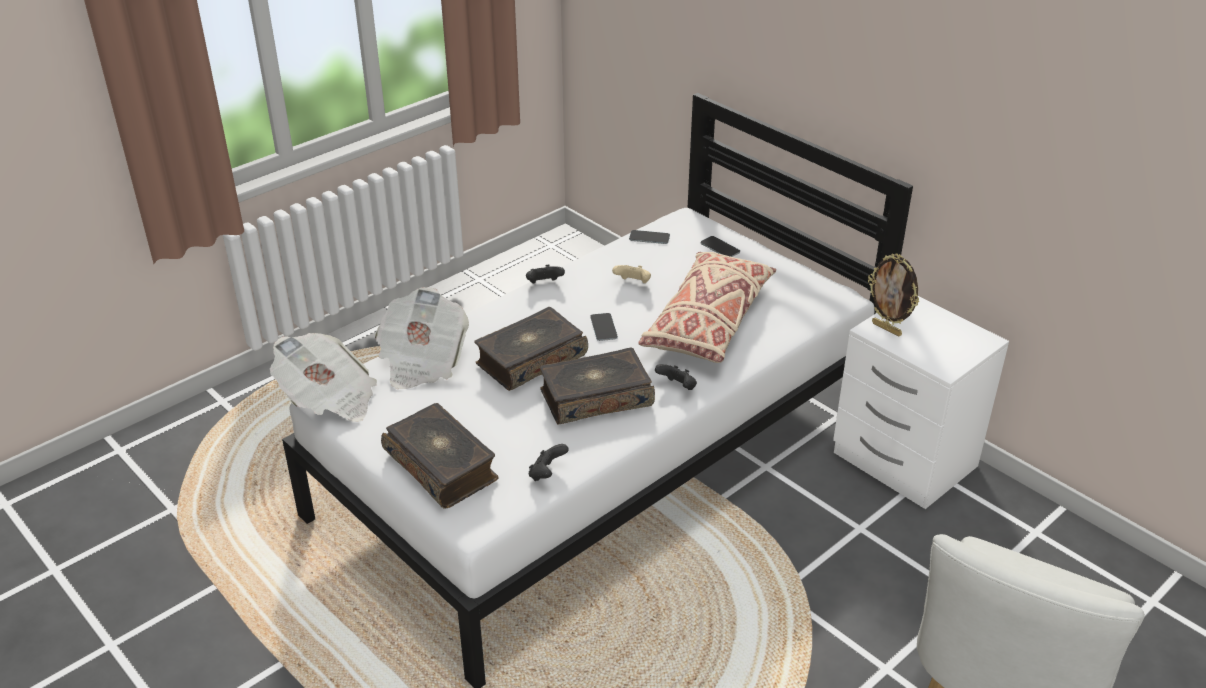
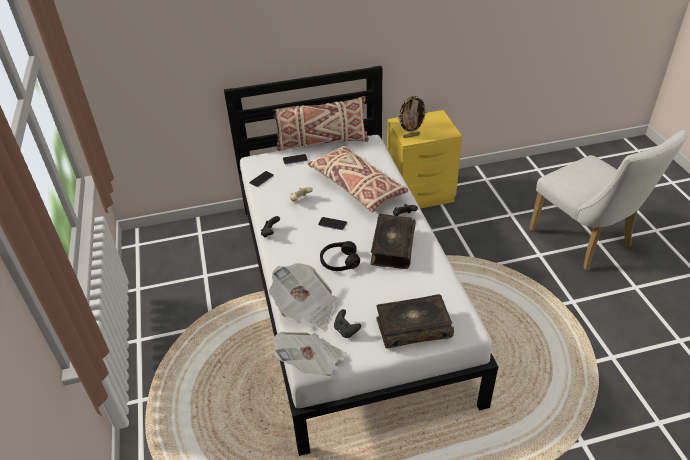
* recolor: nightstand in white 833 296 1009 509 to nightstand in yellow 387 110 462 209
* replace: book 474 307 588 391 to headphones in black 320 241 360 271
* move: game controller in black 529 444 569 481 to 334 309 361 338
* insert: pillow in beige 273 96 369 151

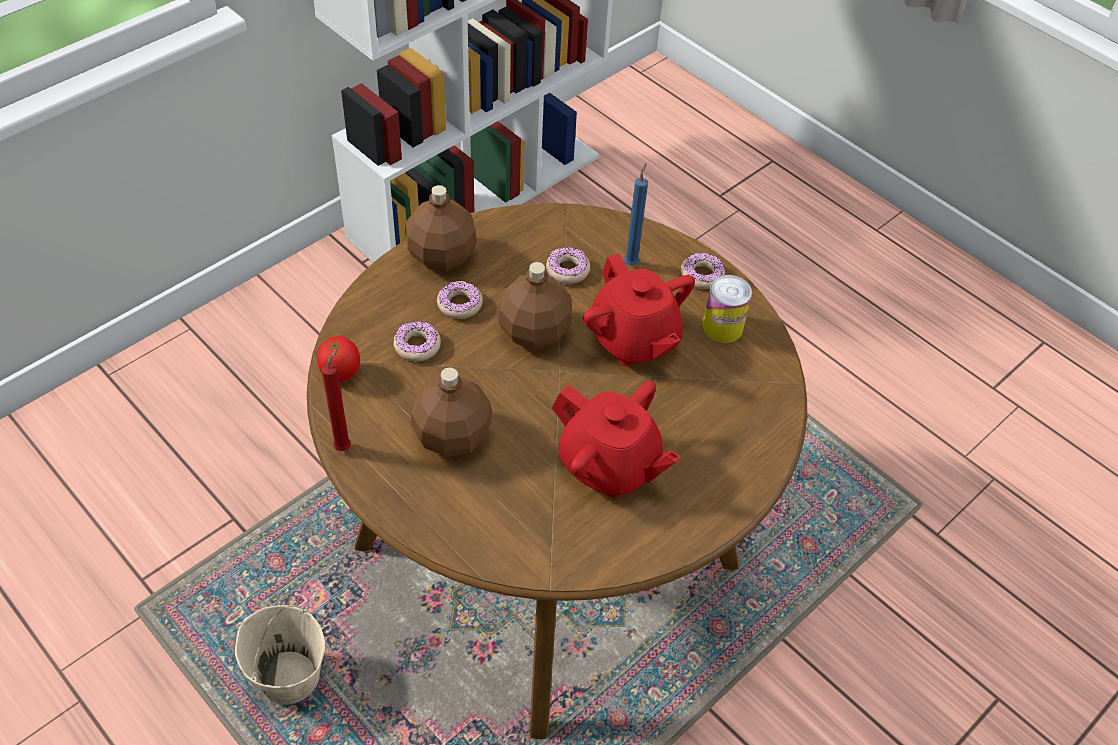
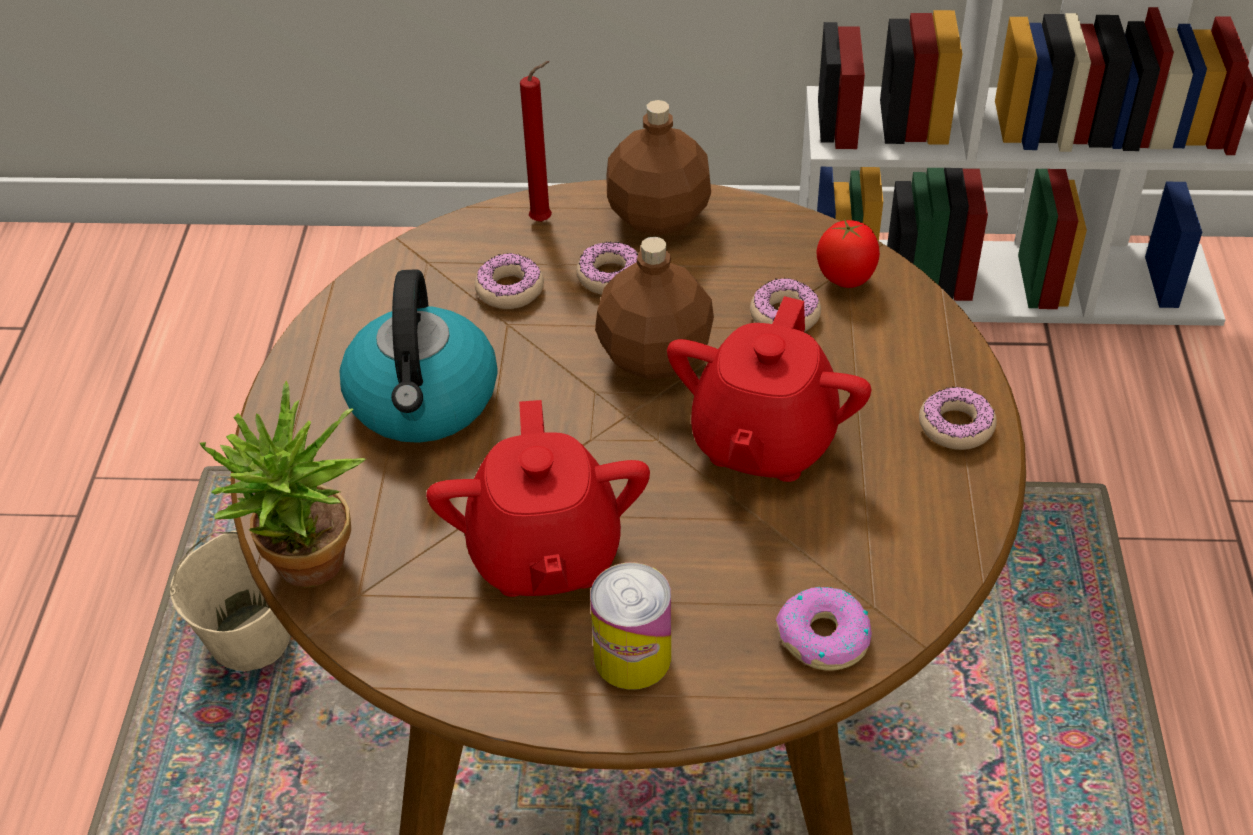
* delete: candle in blue 624 163 648 265
* move: can 702 275 752 343 to 590 562 671 690
* move: tomato 317 336 360 381 to 816 219 880 288
* move: candle in red 322 348 351 451 to 520 61 552 222
* replace: bottle in brown 410 367 492 457 to kettle 340 269 497 443
* insert: potted plant 200 380 366 588
* insert: donut 776 587 872 671

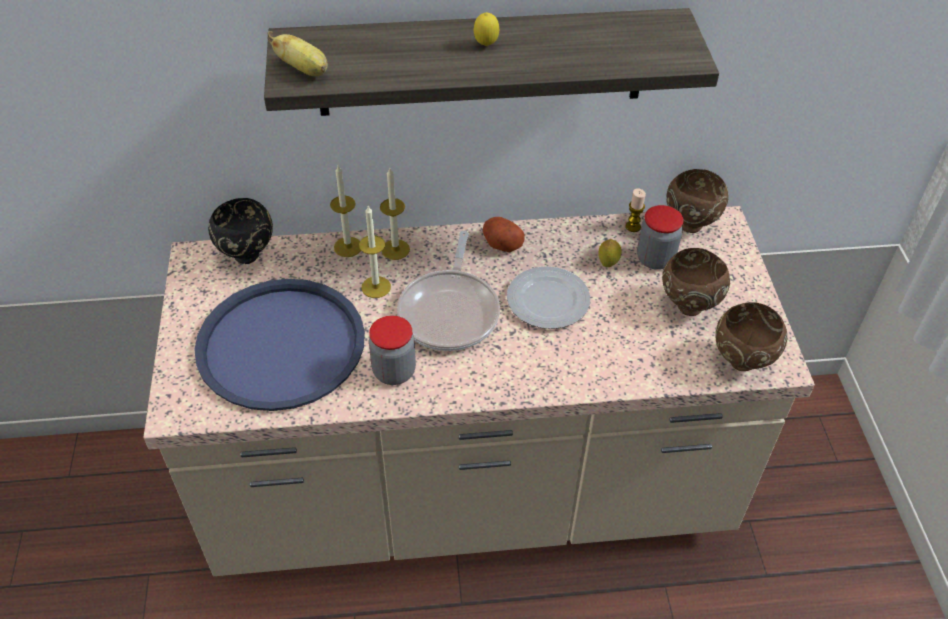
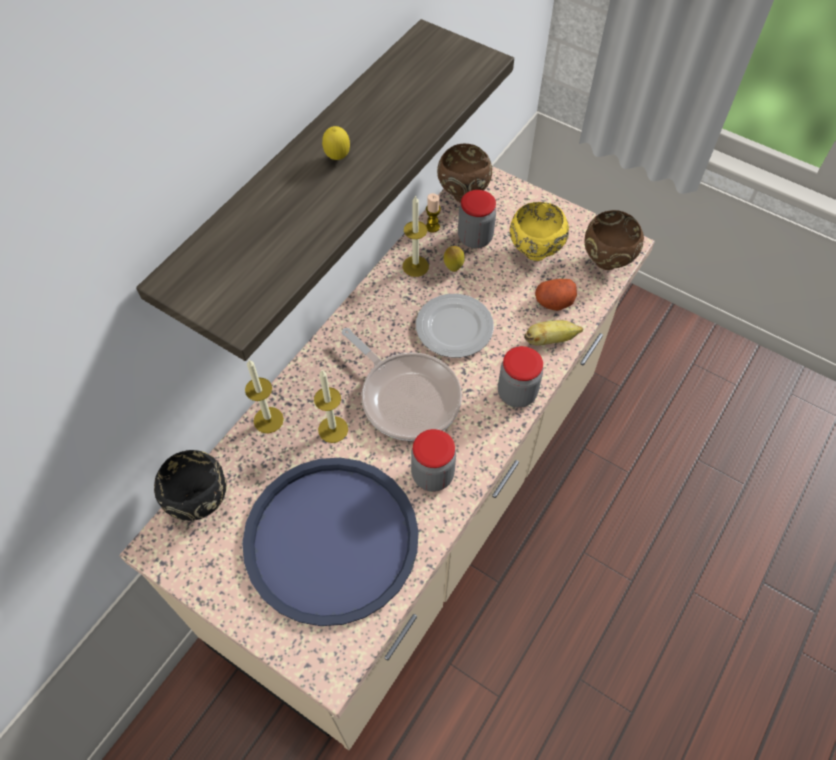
* move: banana 267 31 328 76 to 524 320 584 346
* move: candle 380 168 410 260 to 403 195 429 277
* move: potato 483 217 525 252 to 535 279 577 311
* recolor: bowl in brown 662 248 730 316 to bowl in yellow 510 202 569 261
* insert: jar 498 346 543 408

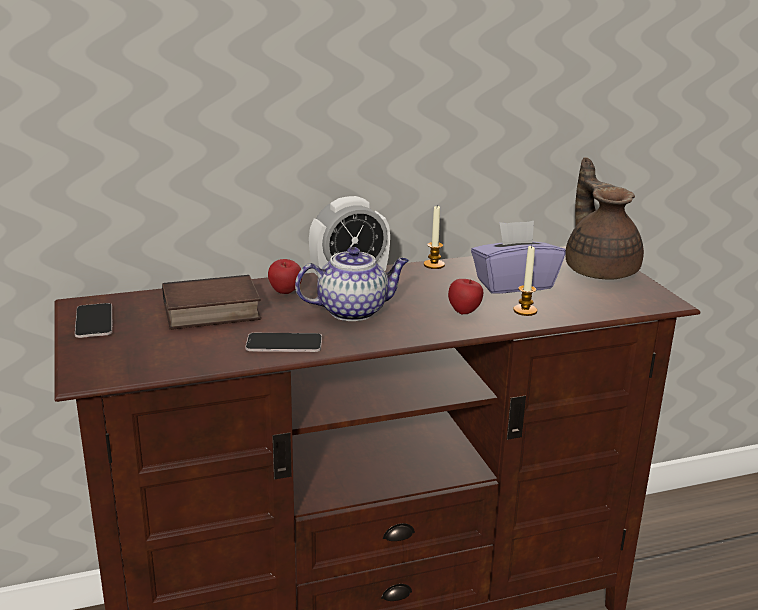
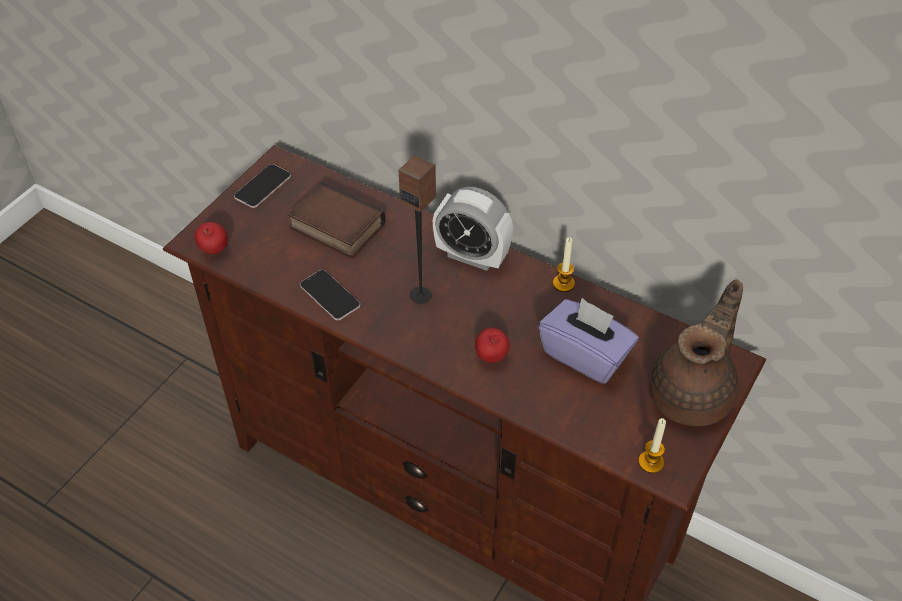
* move: candle 513 245 537 316 to 638 418 666 473
* replace: teapot 295 247 409 321 to speaker 399 155 436 304
* move: apple 268 259 302 294 to 194 222 228 254

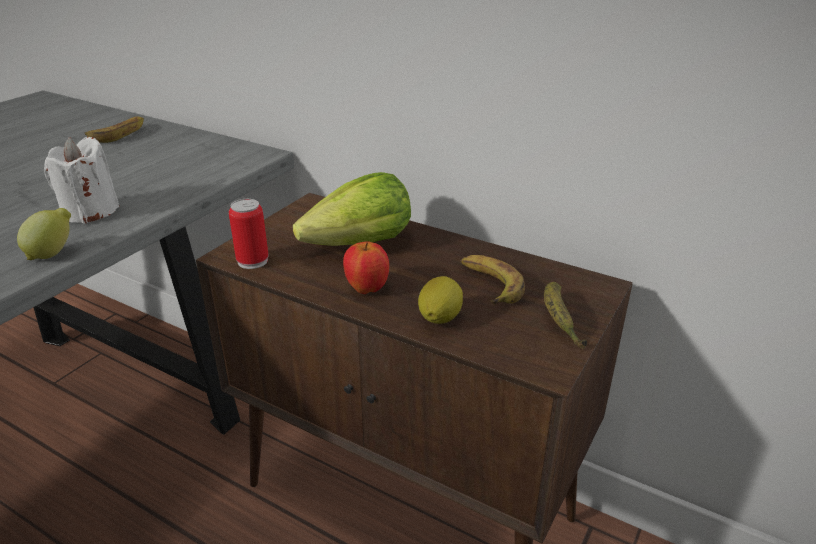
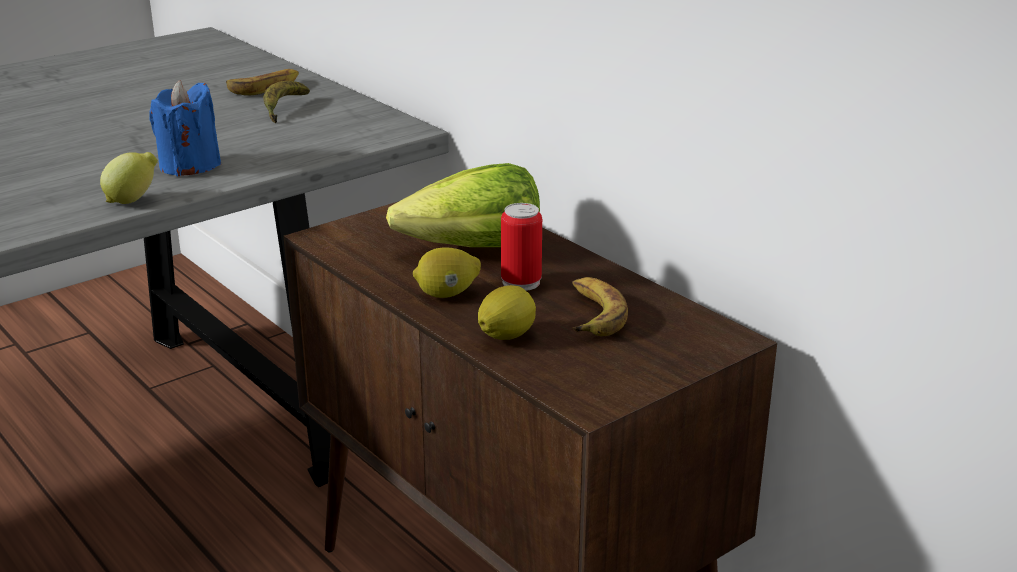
* recolor: candle in white 44 137 120 224 to candle in blue 150 80 221 176
* move: can 229 199 269 269 to 501 203 542 291
* replace: apple 343 241 389 294 to lemon 413 248 481 298
* move: banana 544 282 587 349 to 263 81 310 123

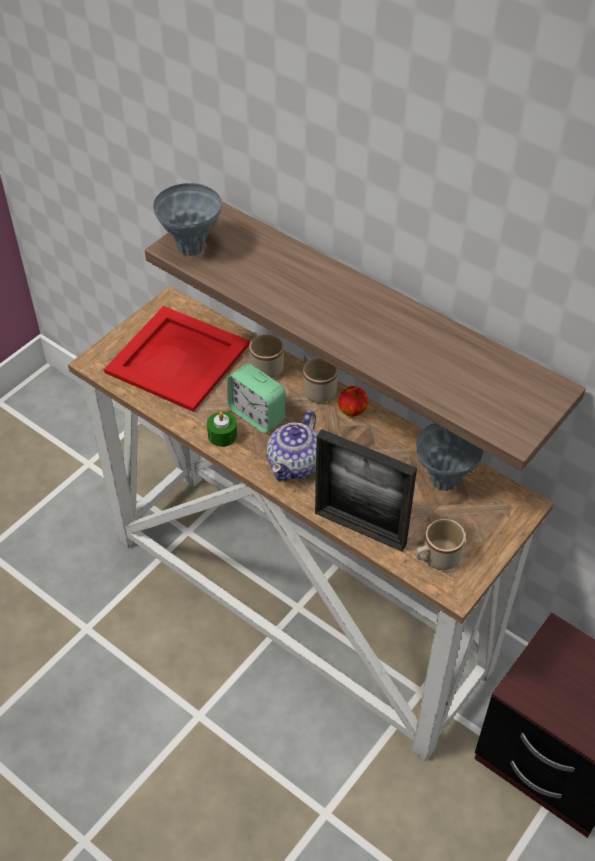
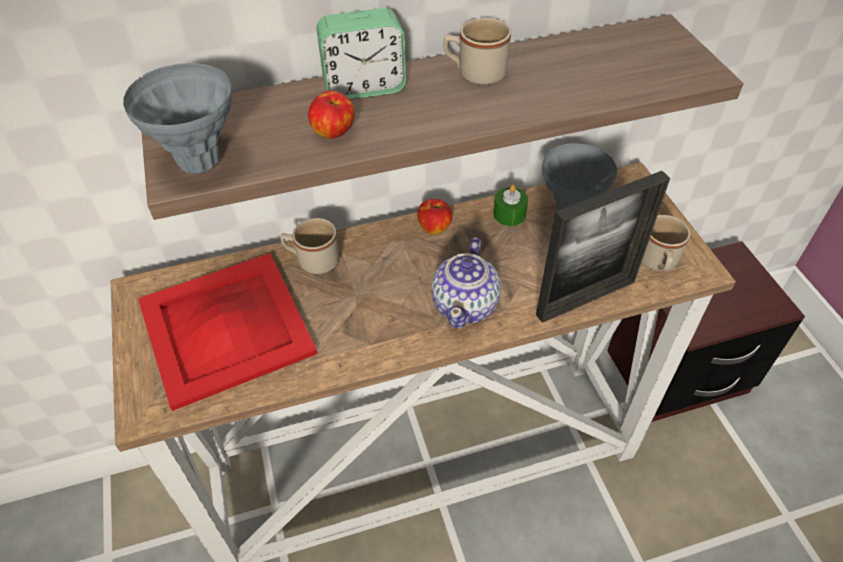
* move: mug in beige 303 355 338 403 to 444 18 511 85
* move: alarm clock 227 363 286 434 to 316 8 406 99
* rotate: teapot 267 410 318 482 = 431 237 501 329 45 degrees clockwise
* move: candle in green 207 412 237 447 to 493 185 528 226
* insert: apple 308 91 355 139

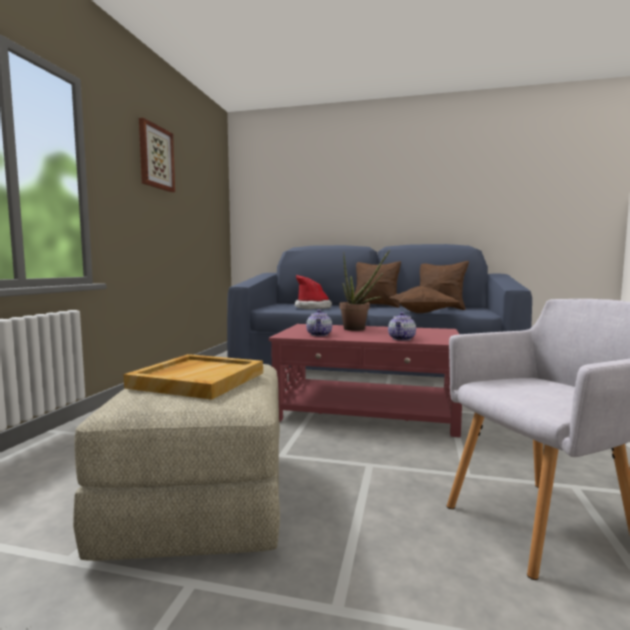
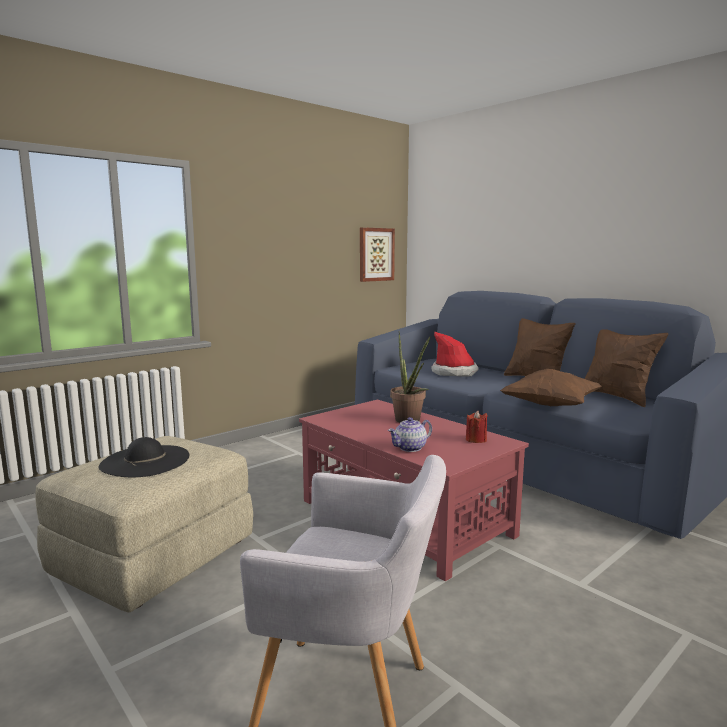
* move: picture 139 118 175 192 to 360 227 395 282
* delete: teapot 306 310 332 336
* replace: tray in beige 123 354 263 400 to hat in black 99 437 189 477
* insert: candle in red 466 411 488 443

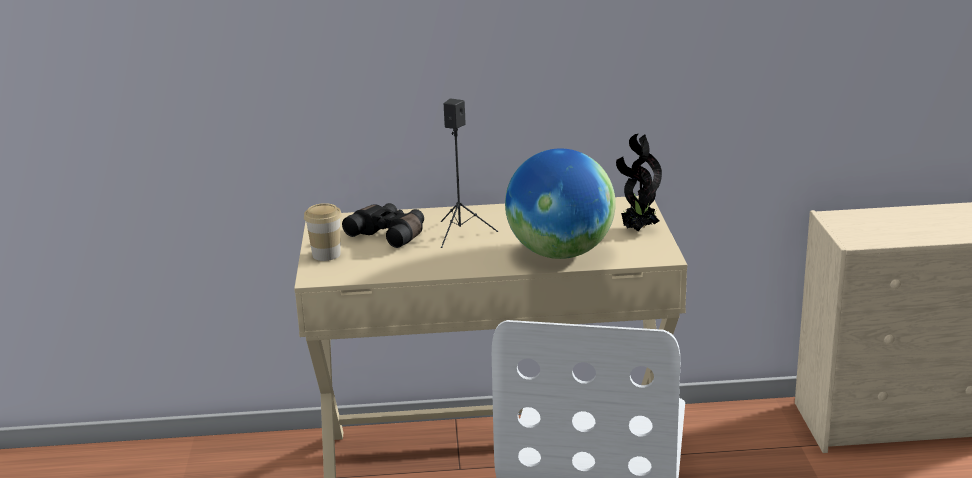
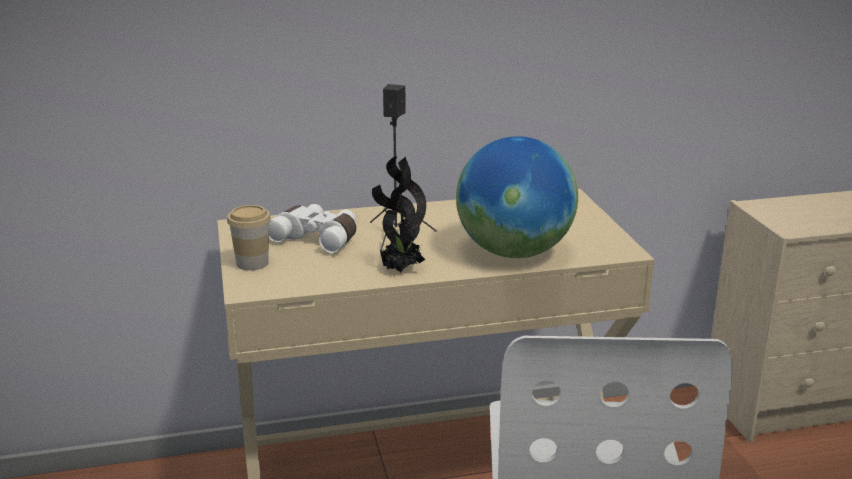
* move: potted plant 616 134 662 231 to 372 156 426 272
* recolor: binoculars in black 342 203 424 248 to binoculars in white 269 204 357 253

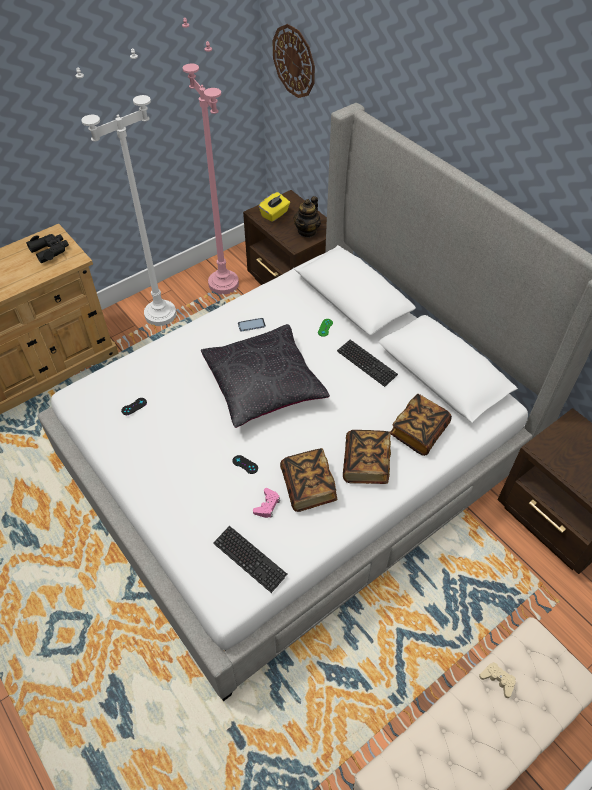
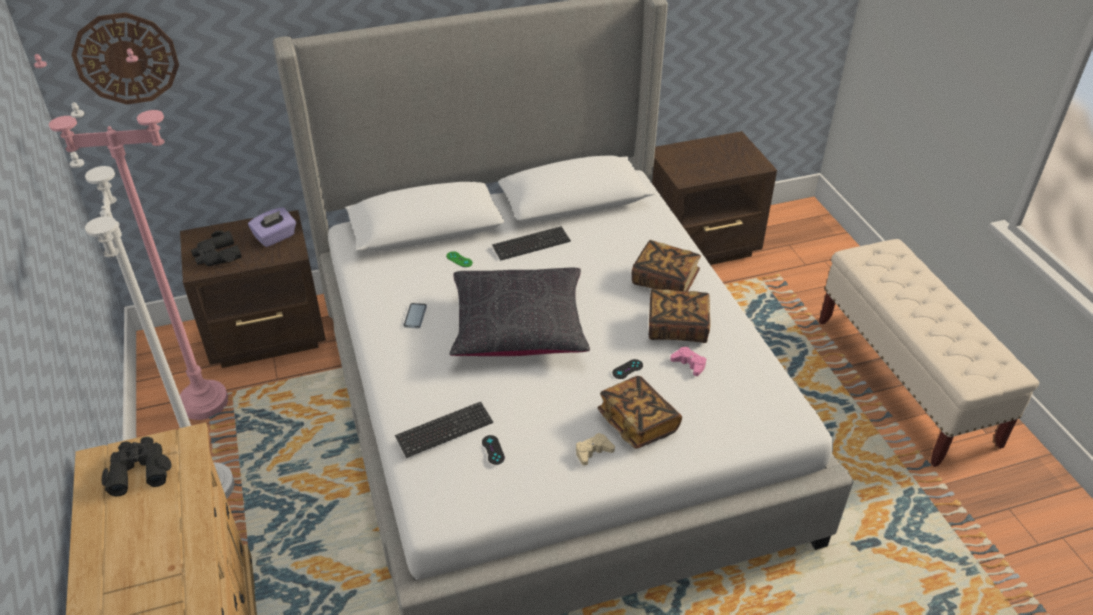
* replace: tissue box in yellow 259 192 290 222 to binoculars in black 191 231 242 266
* replace: teapot 294 196 321 238 to tissue box in purple 248 207 296 247
* move: book 390 394 452 456 to 598 376 682 449
* move: keyboard 213 526 288 593 to 395 402 493 458
* move: game controller in beige 479 662 516 698 to 576 433 615 466

